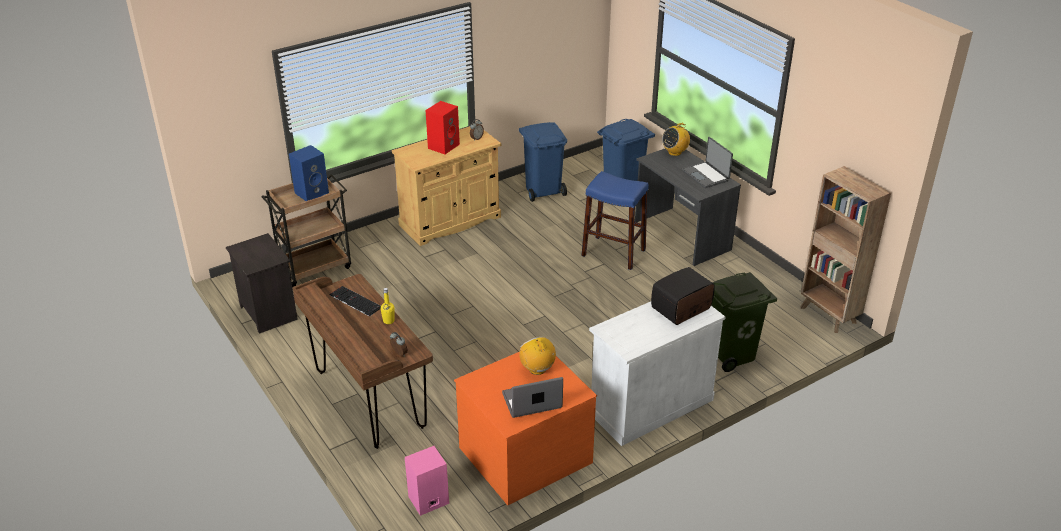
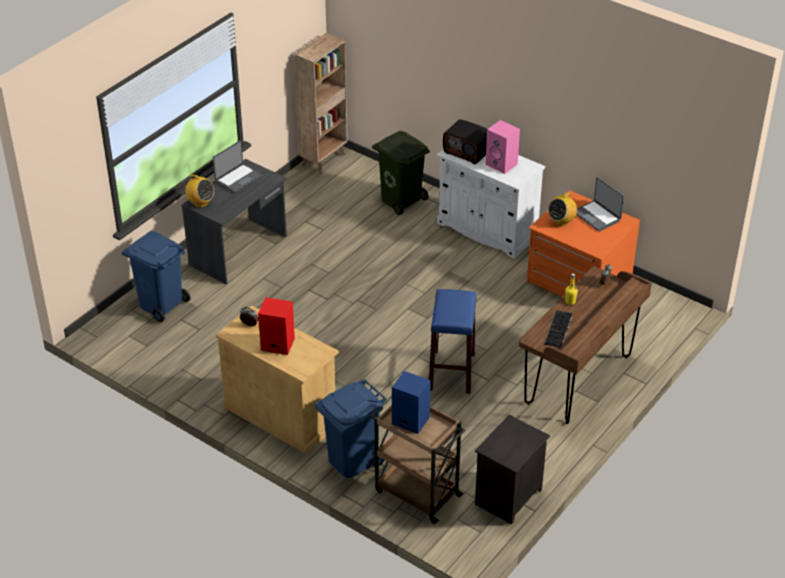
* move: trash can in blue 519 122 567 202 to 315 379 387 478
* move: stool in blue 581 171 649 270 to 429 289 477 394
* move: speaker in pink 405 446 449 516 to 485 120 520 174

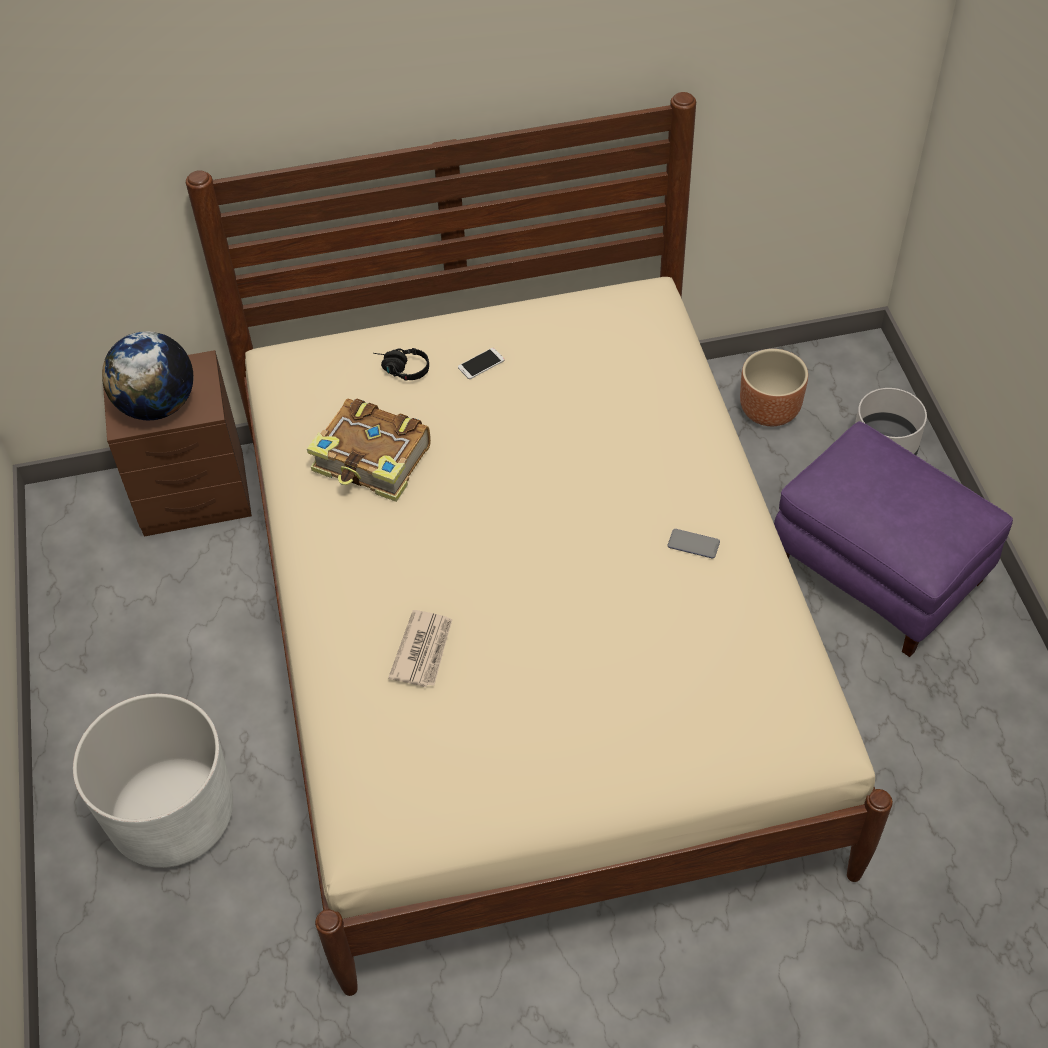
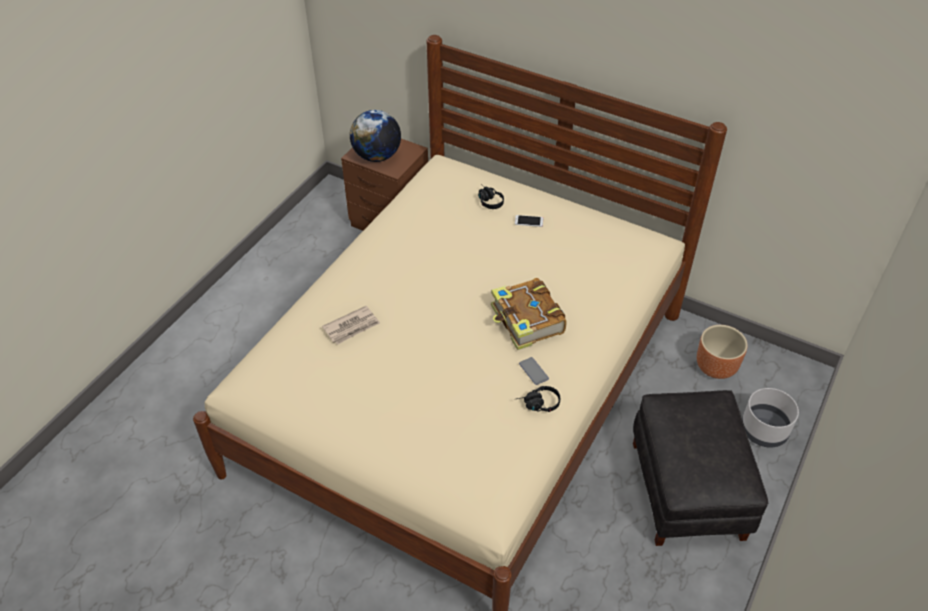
* move: book 307 399 431 502 to 491 278 567 350
* recolor: ottoman in purple 774 421 1013 657 to ottoman in black 633 390 768 546
* delete: planter in white 73 694 233 868
* insert: headphones in black 517 386 560 412

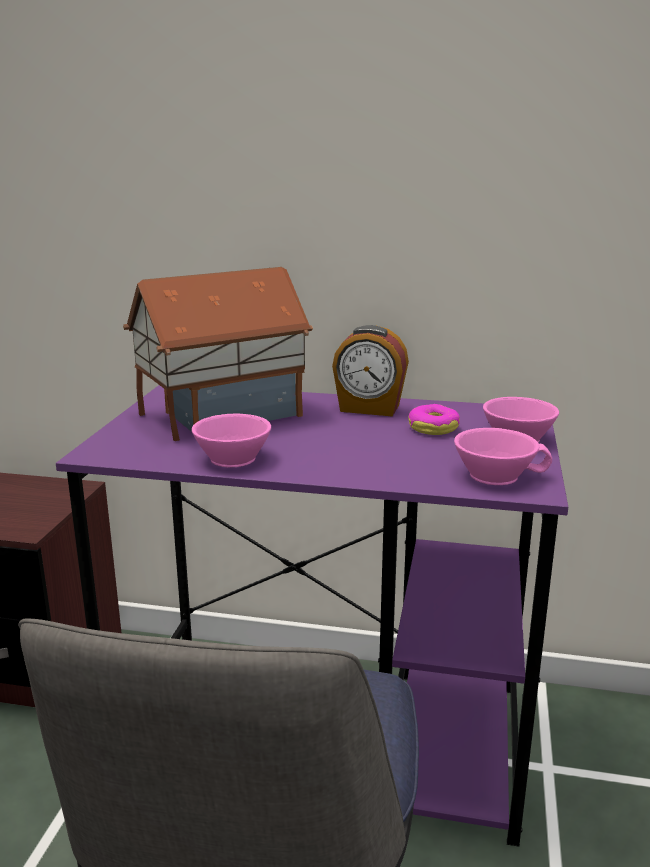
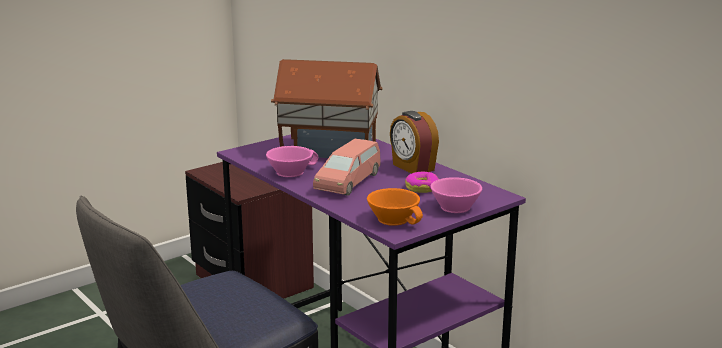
* recolor: cup in pink 454 428 552 485 to cup in orange 367 188 423 226
* insert: toy car in pink 313 139 381 196

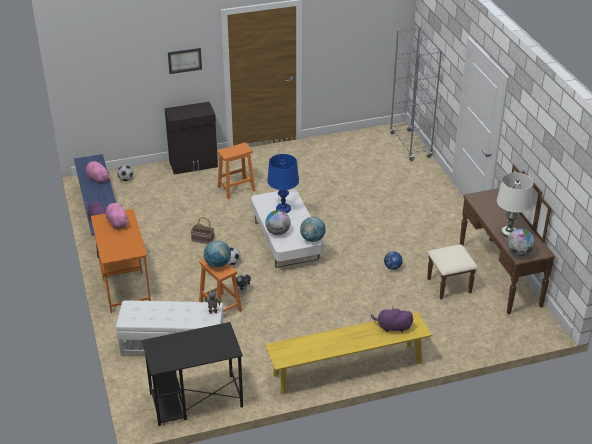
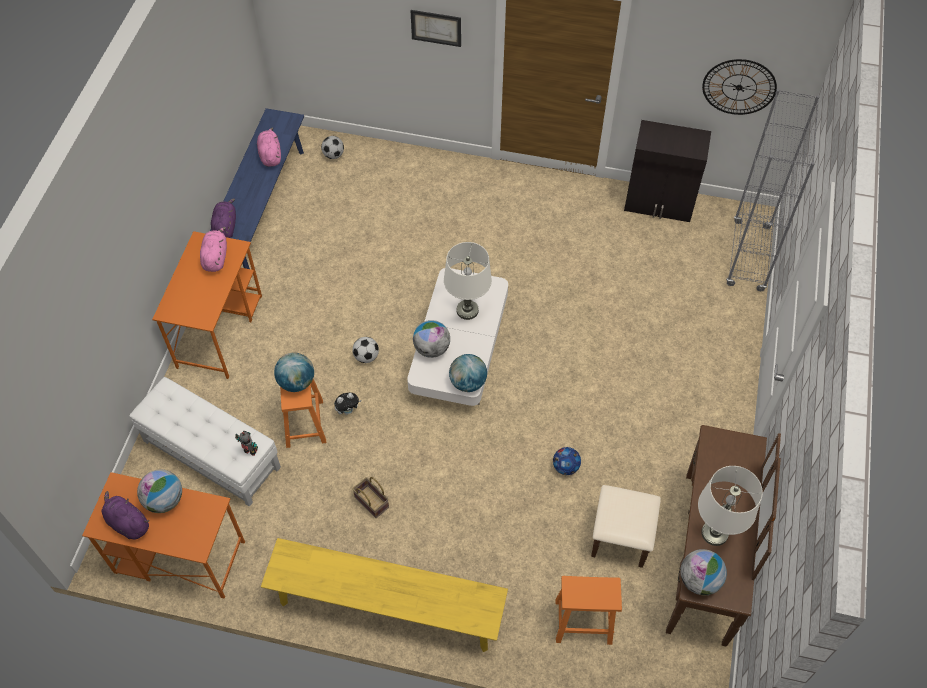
* move: cabinet in black 165 102 218 175 to 624 120 711 222
* move: stool in orange 217 142 256 199 to 555 576 622 645
* recolor: table lamp in blue 267 154 299 213 to table lamp in white 444 242 492 320
* move: basket 190 217 215 244 to 352 477 389 518
* move: plush toy in purple 371 307 413 333 to 102 491 149 540
* recolor: desk in black 142 322 243 426 to desk in orange 82 472 245 599
* insert: wall clock 702 59 777 115
* insert: globe 137 470 182 513

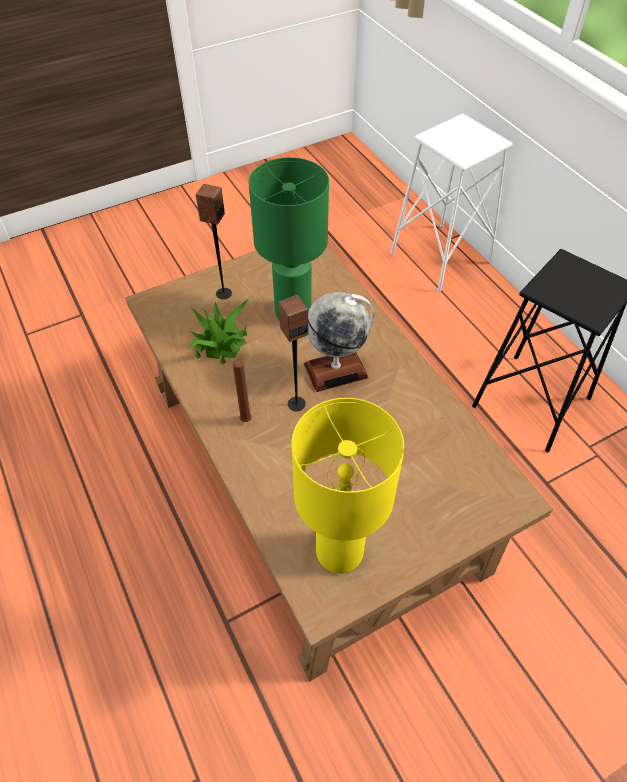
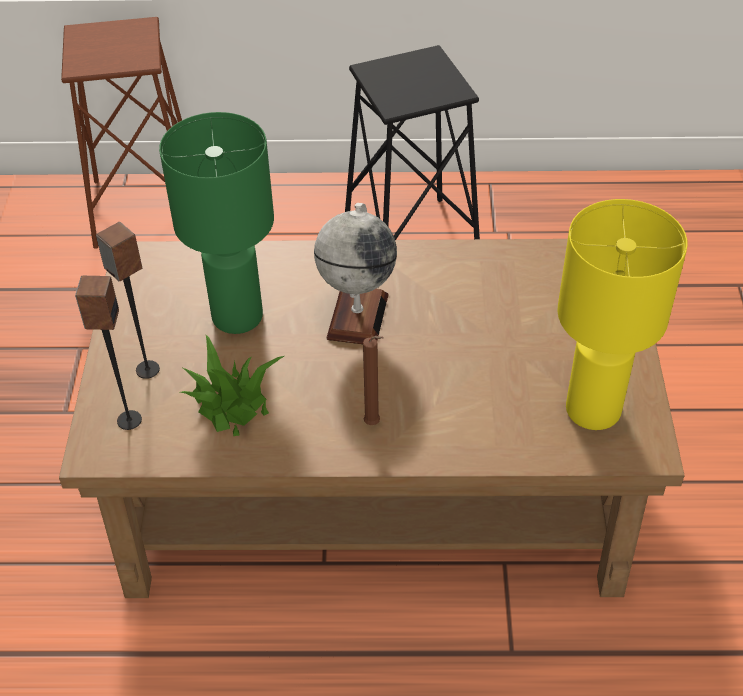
* recolor: stool in white 390 114 513 292 to stool in brown 61 17 182 249
* move: speaker 278 295 308 411 to 75 276 142 430

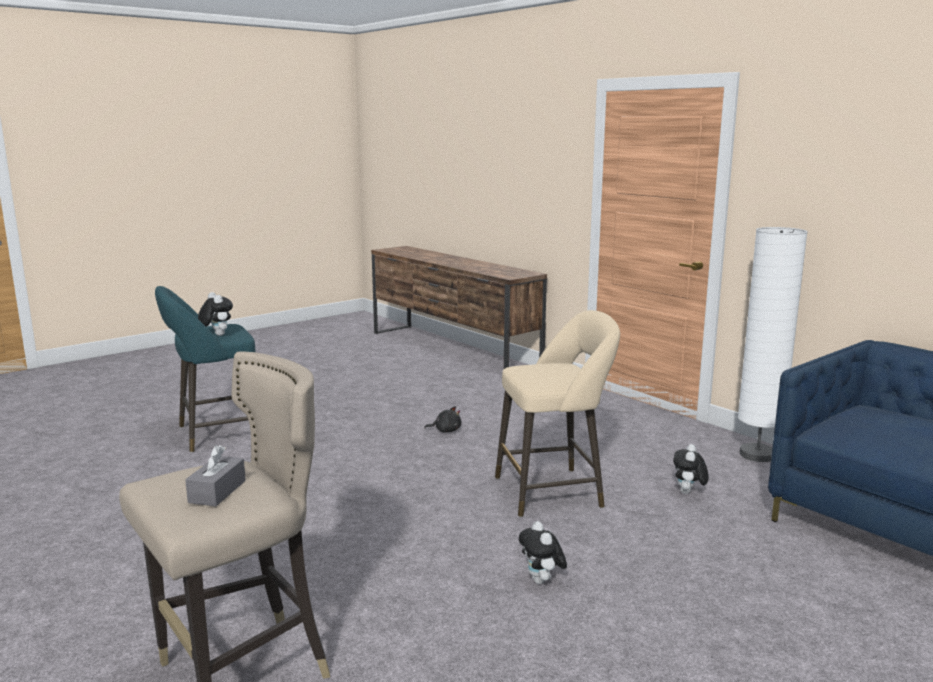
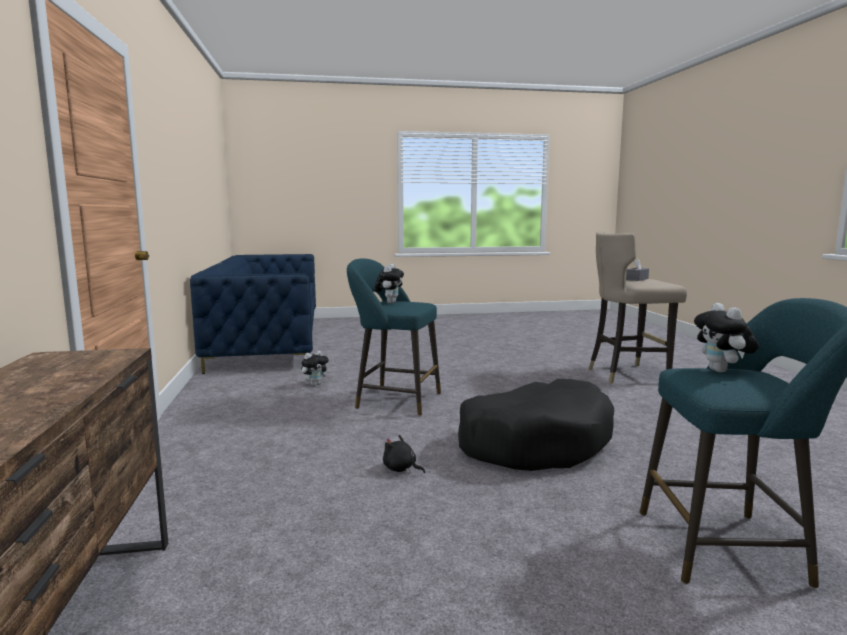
* delete: floor lamp in white 738 227 808 462
* recolor: stool in beige 495 310 620 517 to stool in turquoise 347 258 441 416
* move: plush toy 519 521 567 584 to 375 264 404 303
* insert: dog bed in black 458 379 614 471

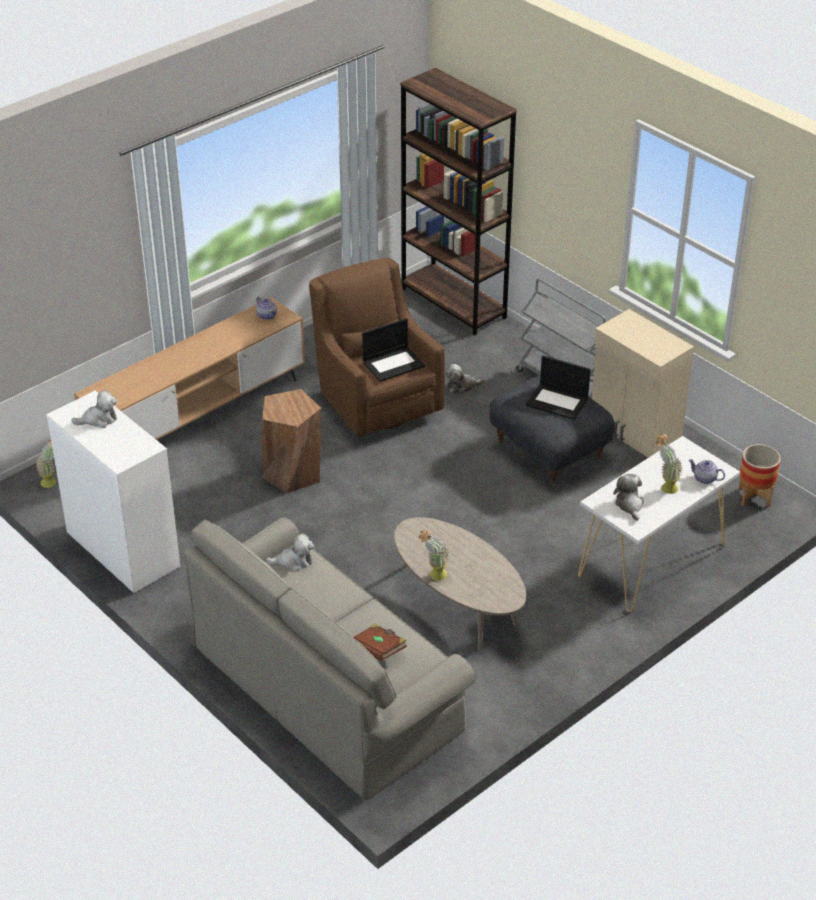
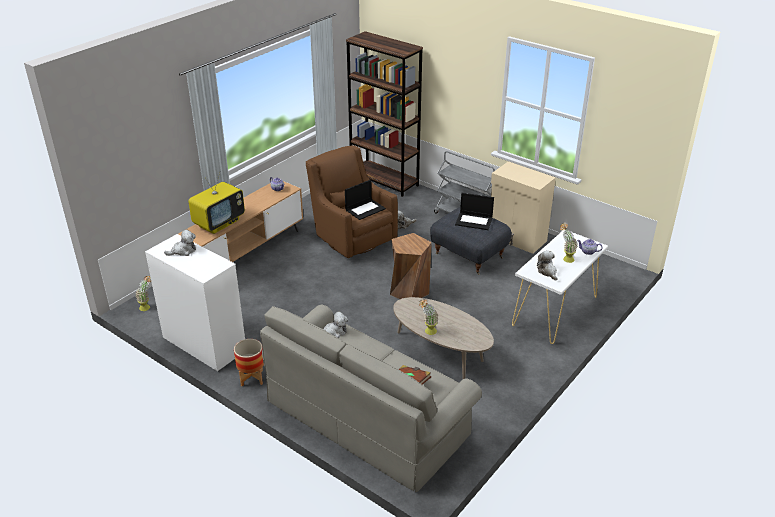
* move: stool in brown 262 389 321 494 to 390 233 432 299
* move: planter 739 444 781 507 to 234 339 264 386
* insert: television 188 171 245 234

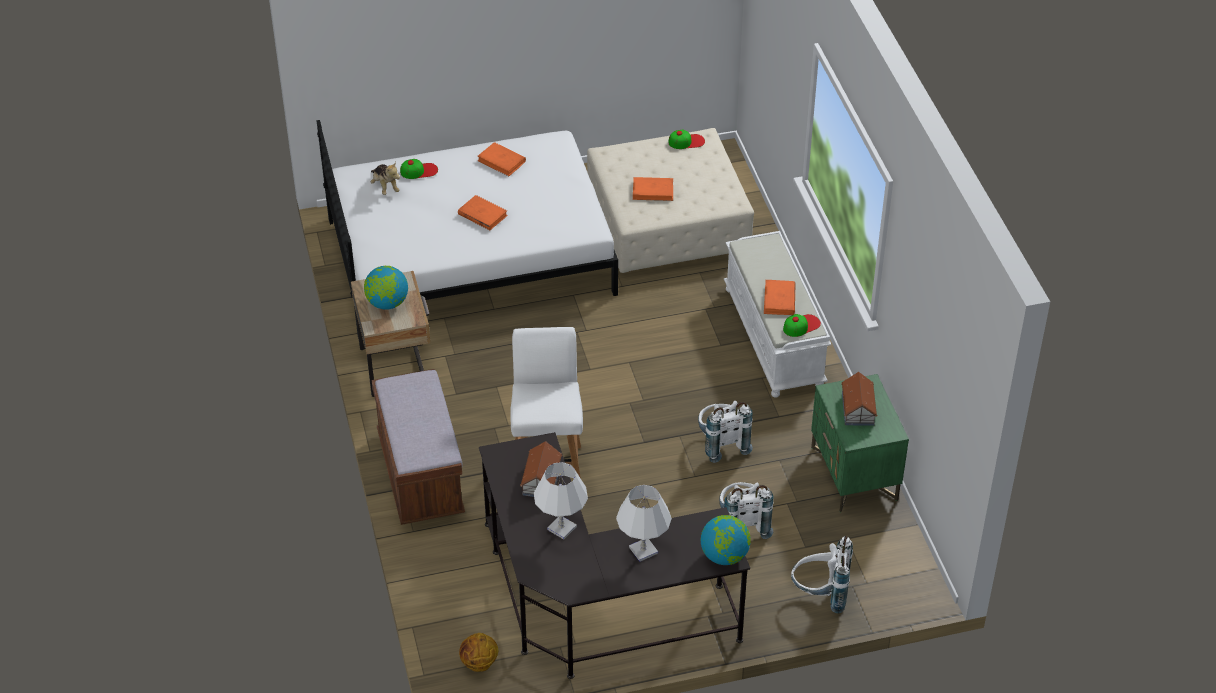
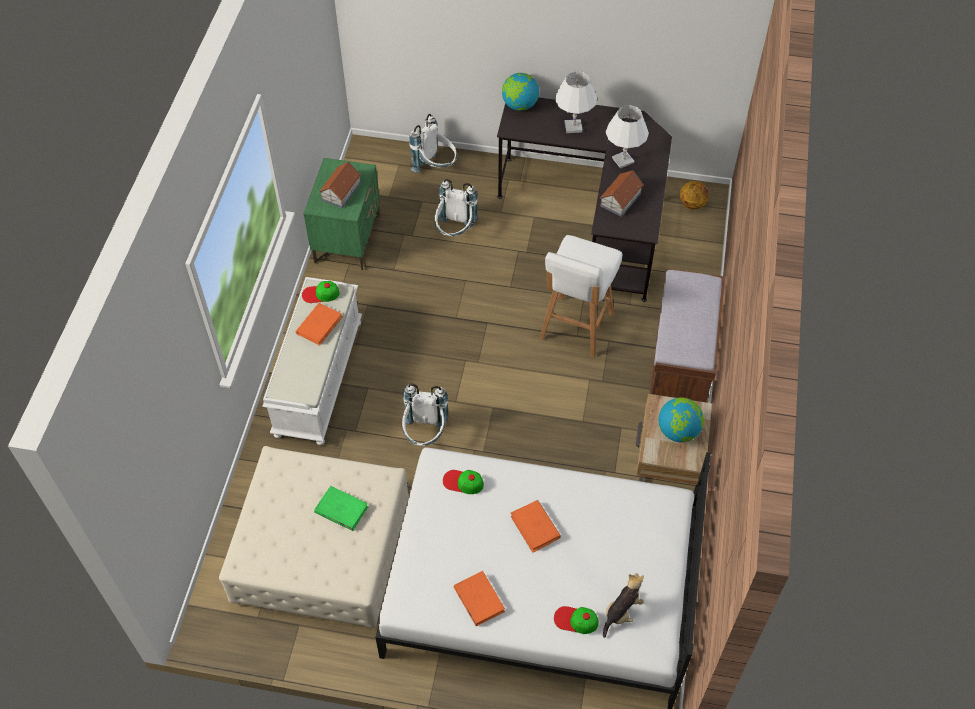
* move: cap 668 130 705 149 to 443 470 484 494
* rotate: plush toy 371 162 400 195 = 603 573 644 638 45 degrees clockwise
* recolor: book in orange 633 177 673 201 to book in green 314 486 369 531
* move: backpack in white 698 401 753 463 to 402 384 449 446

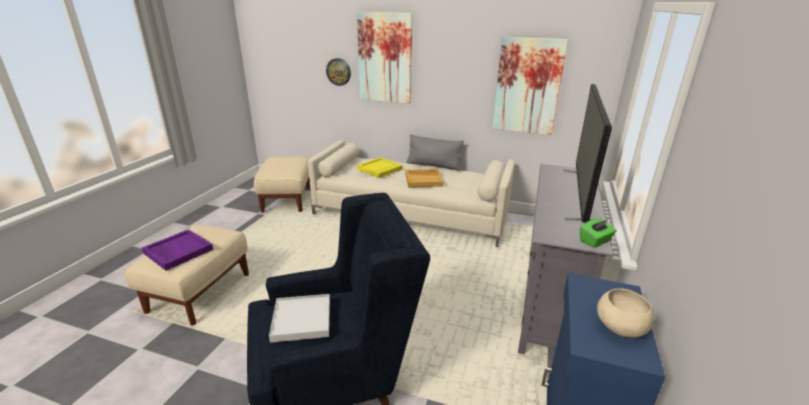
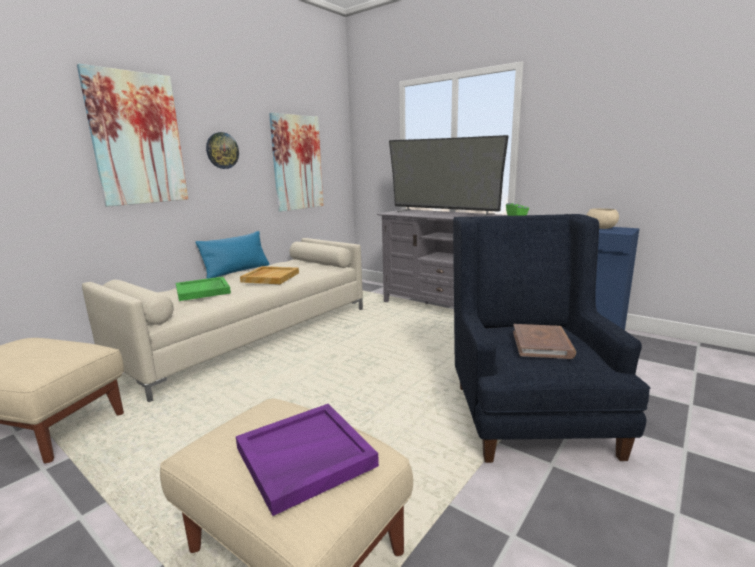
* move: wall clock 326 58 351 86 to 206 132 239 169
* recolor: pillow in grey 406 134 464 171 to pillow in blue 196 231 270 279
* recolor: tray in yellow 357 158 402 178 to tray in green 176 277 231 301
* replace: tray in white 269 294 330 343 to book in brown 513 324 576 359

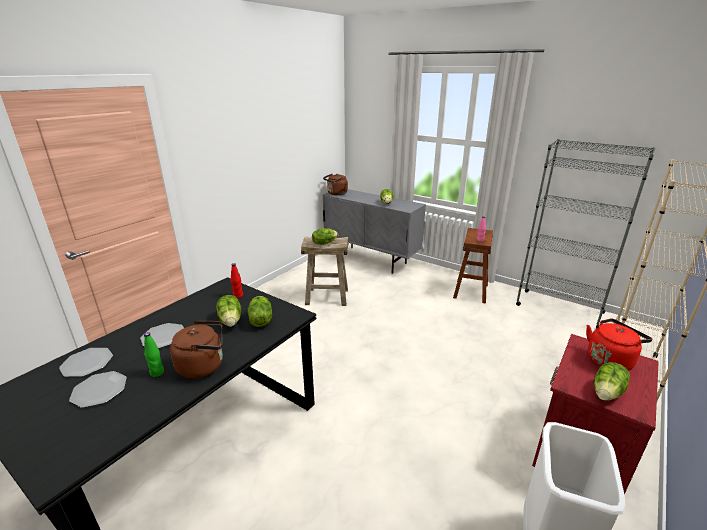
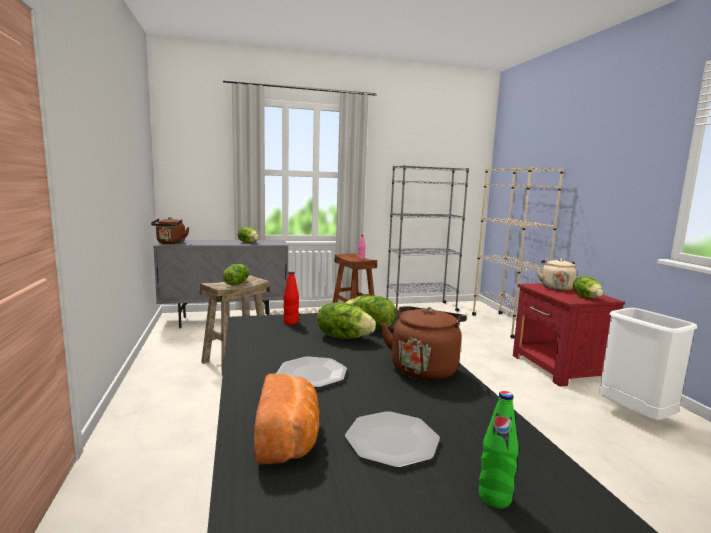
* recolor: kettle in red 586 318 652 371 to kettle in beige 536 259 577 291
* move: bottle in green 144 332 164 377 to 479 391 519 509
* replace: plate 59 348 113 377 to bread 254 374 320 465

